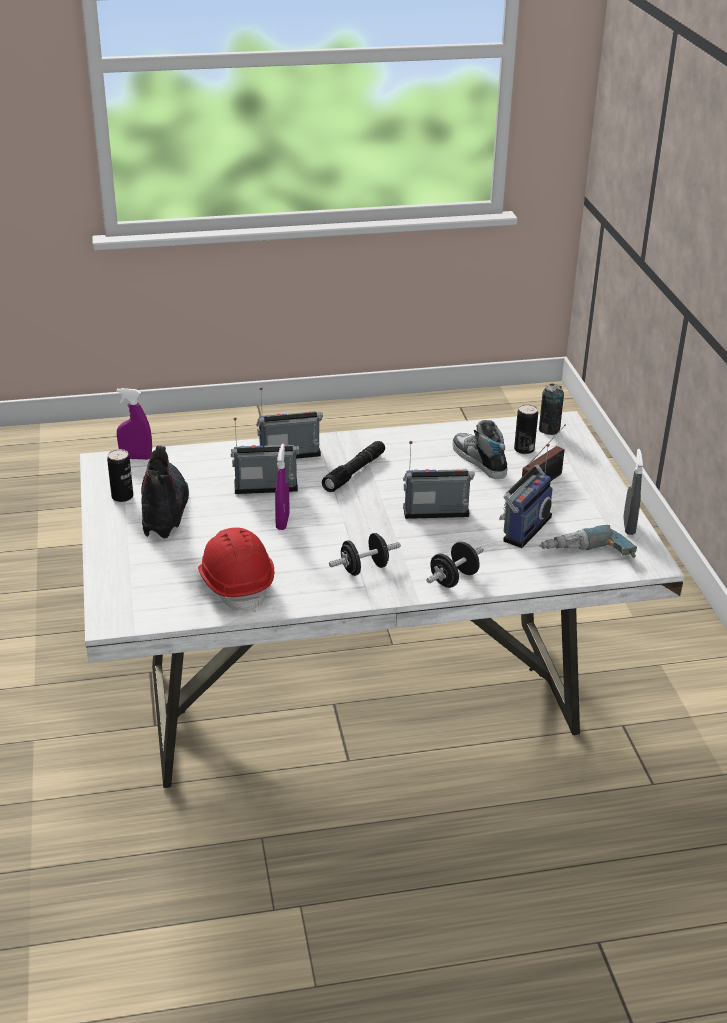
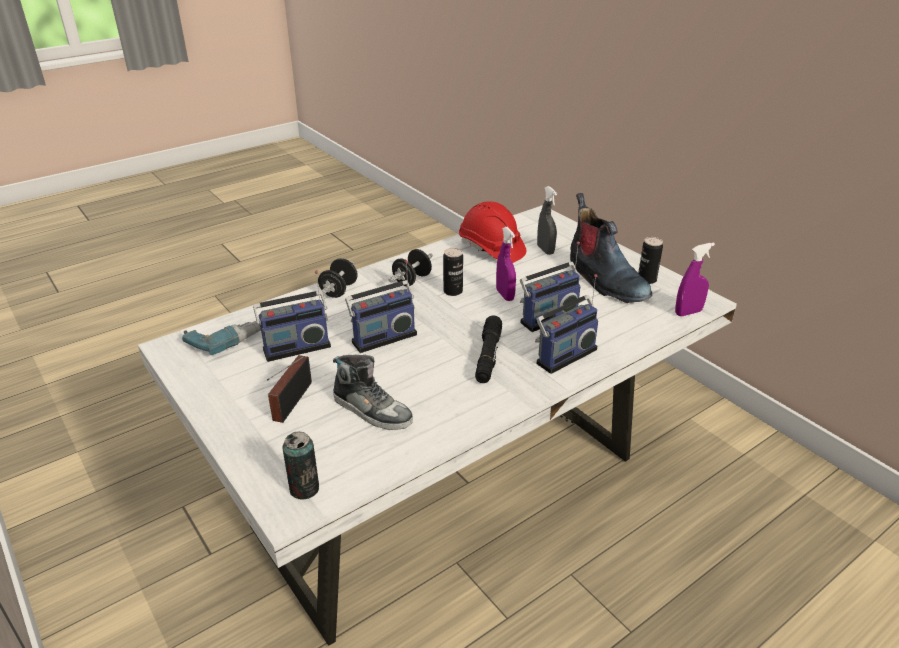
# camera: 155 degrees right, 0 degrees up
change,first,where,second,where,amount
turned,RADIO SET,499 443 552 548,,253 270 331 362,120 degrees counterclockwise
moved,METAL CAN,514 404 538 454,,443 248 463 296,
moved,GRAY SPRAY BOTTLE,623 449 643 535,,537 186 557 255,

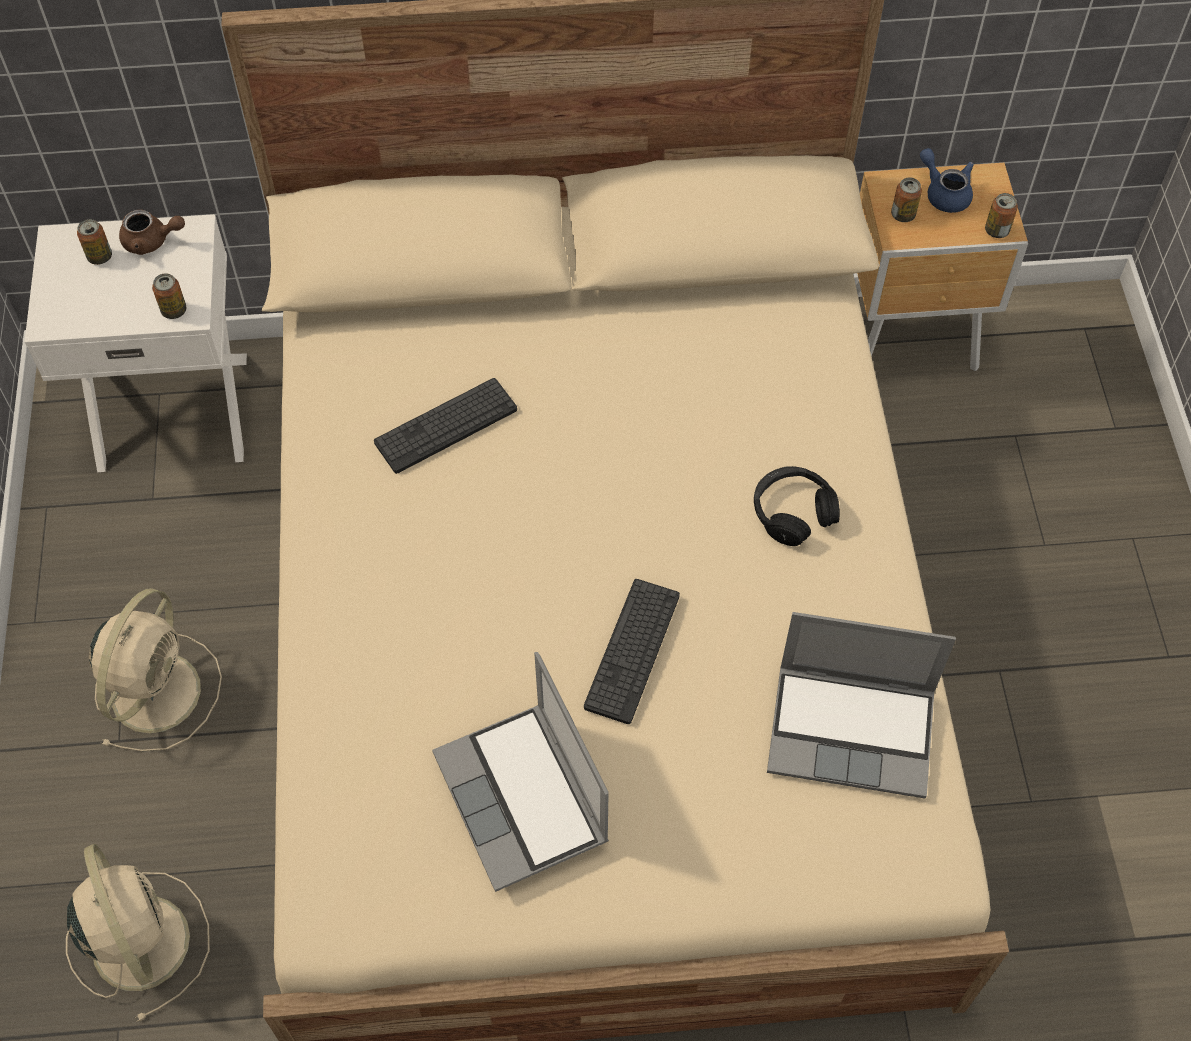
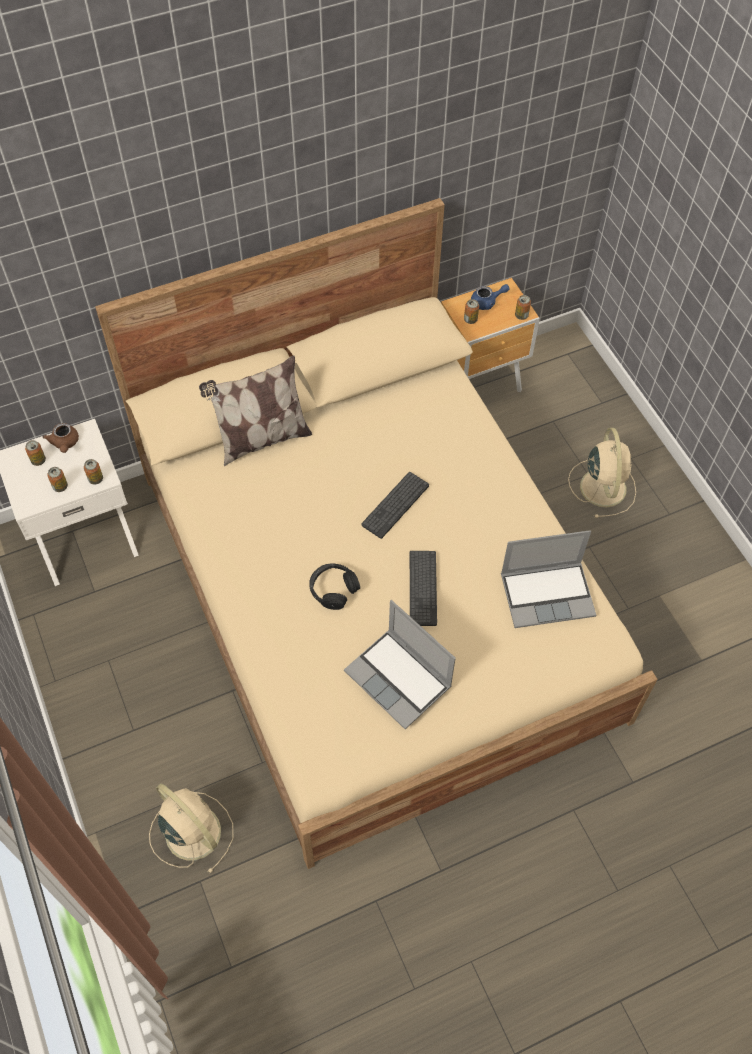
# camera: 20 degrees left, 0 degrees up
change,first,where,second,where,amount
turned,BROWN-COLOURED TEA POT,119 210 185 255,,43 423 79 453,90 degrees clockwise
added,,,METAL CAN,48 467 68 492,
added,,,THROW PILLOW,199 355 312 466,
moved,BLACK-COLOURED HEADSET,754 466 840 546,,309 563 360 610,
moved,COMPUTER KEYBOARD,374 378 517 474,,361 472 429 539,
turned,BLUE TEA POT,920 148 974 213,,471 284 510 310,135 degrees clockwise
moved,SAND-COLOURED ELECTRIC FAN,88 588 222 752,,568 428 636 518,

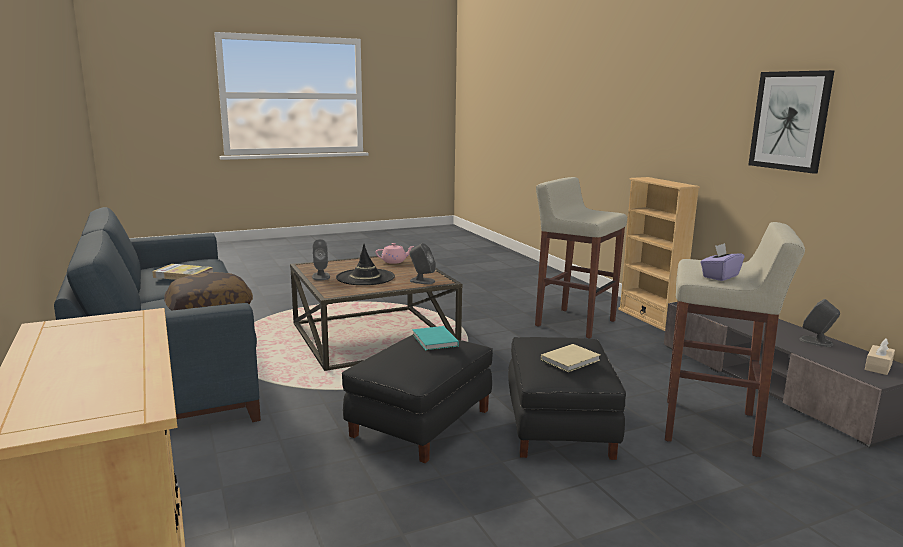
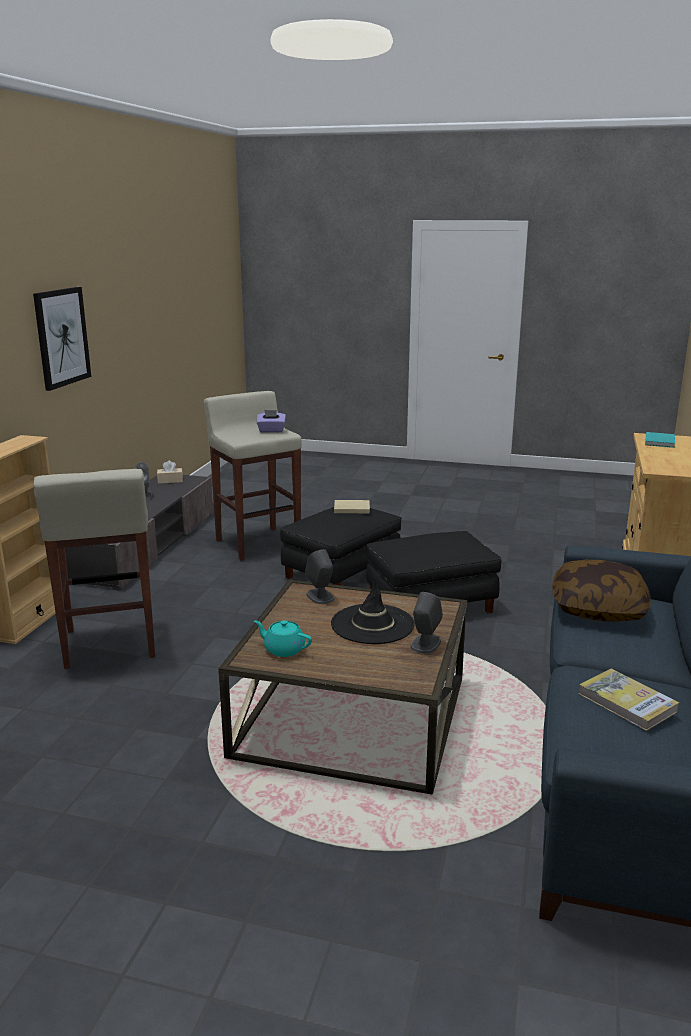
# camera: 140 degrees left, 5 degrees up
change,first,where,second,where,amount
recoloured,PINKISH TEA POT,375 243 414 264,BLUE-GREEN TEA POT,254 620 312 657,
moved,BLUE-GREEN VOLUME,413 326 459 351,,645 432 675 448,

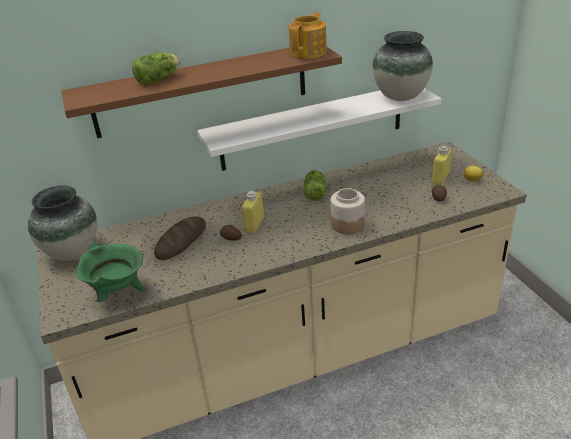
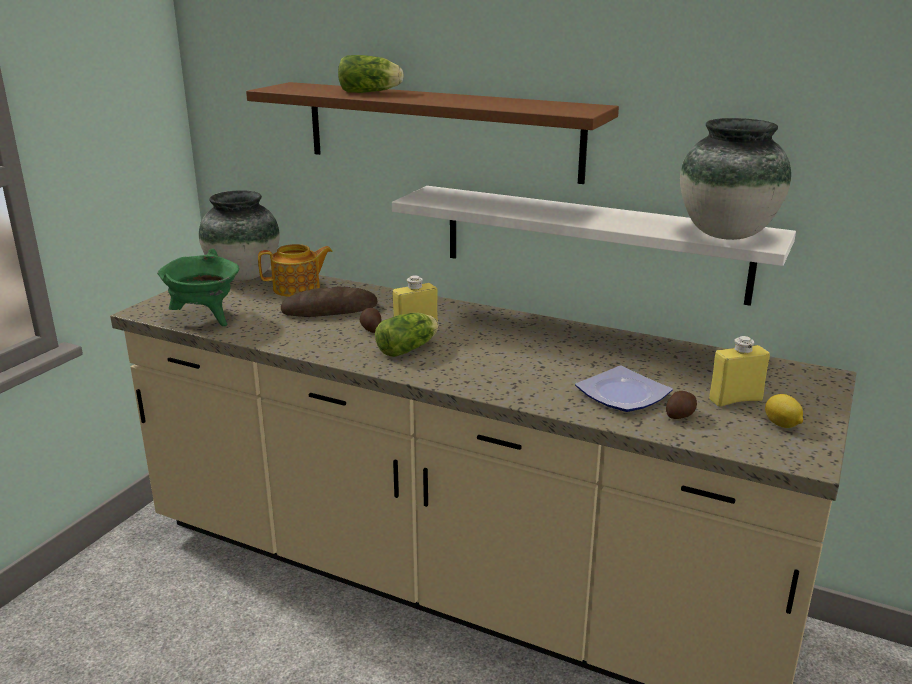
# camera: 45 degrees right, 10 degrees down
change,first,where,second,where,amount
moved,TEA POT,289 12 327 59,,258 244 333 297,
moved,HEAD OF LETTUCE,304 170 327 201,,375 313 439 357,
added,,,PLATE,575 366 673 412,
removed,JAR,330 188 365 234,,,

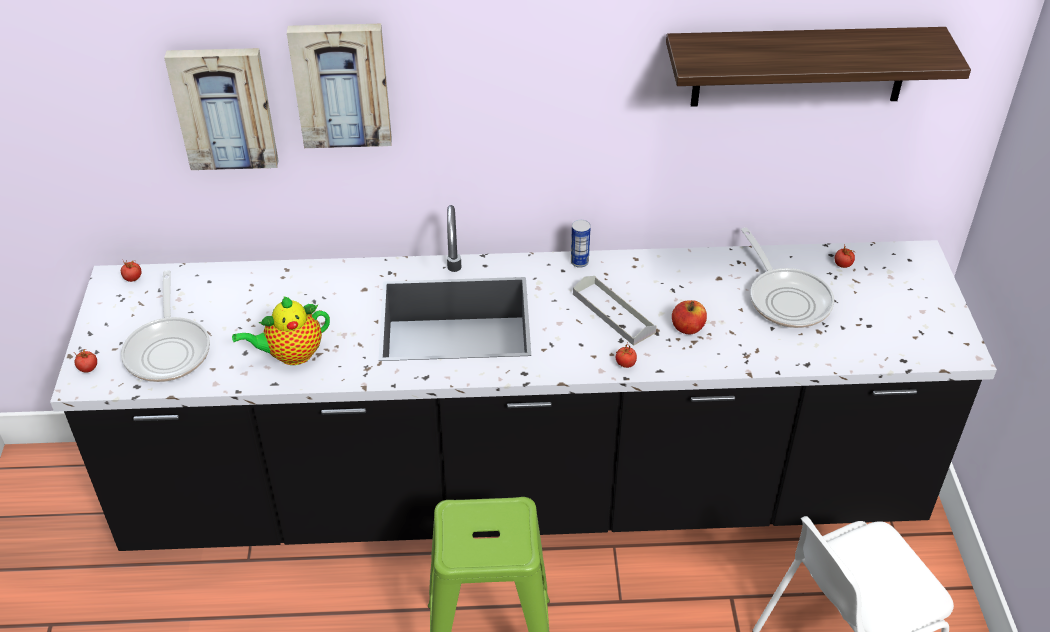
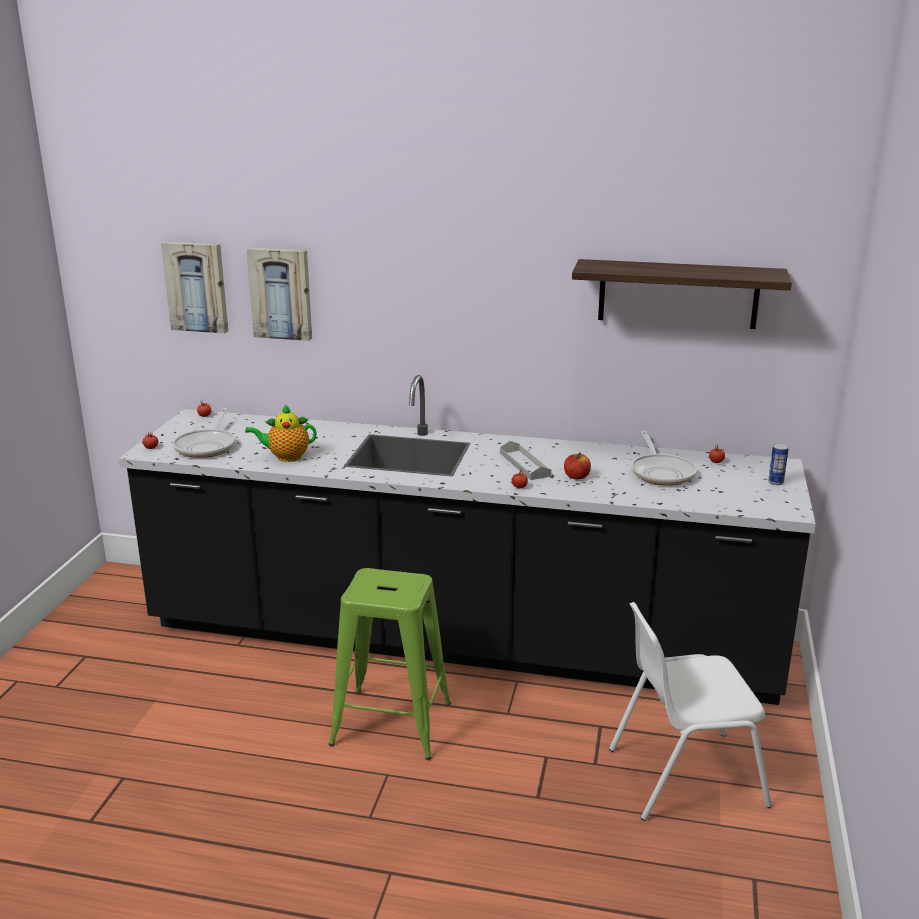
# camera: 15 degrees right, 20 degrees down
change,first,where,second,where,amount
moved,PICTURE,287 24 392 148,,161 242 228 333,
moved,METAL CAN,571 220 591 268,,768 443 789 485,

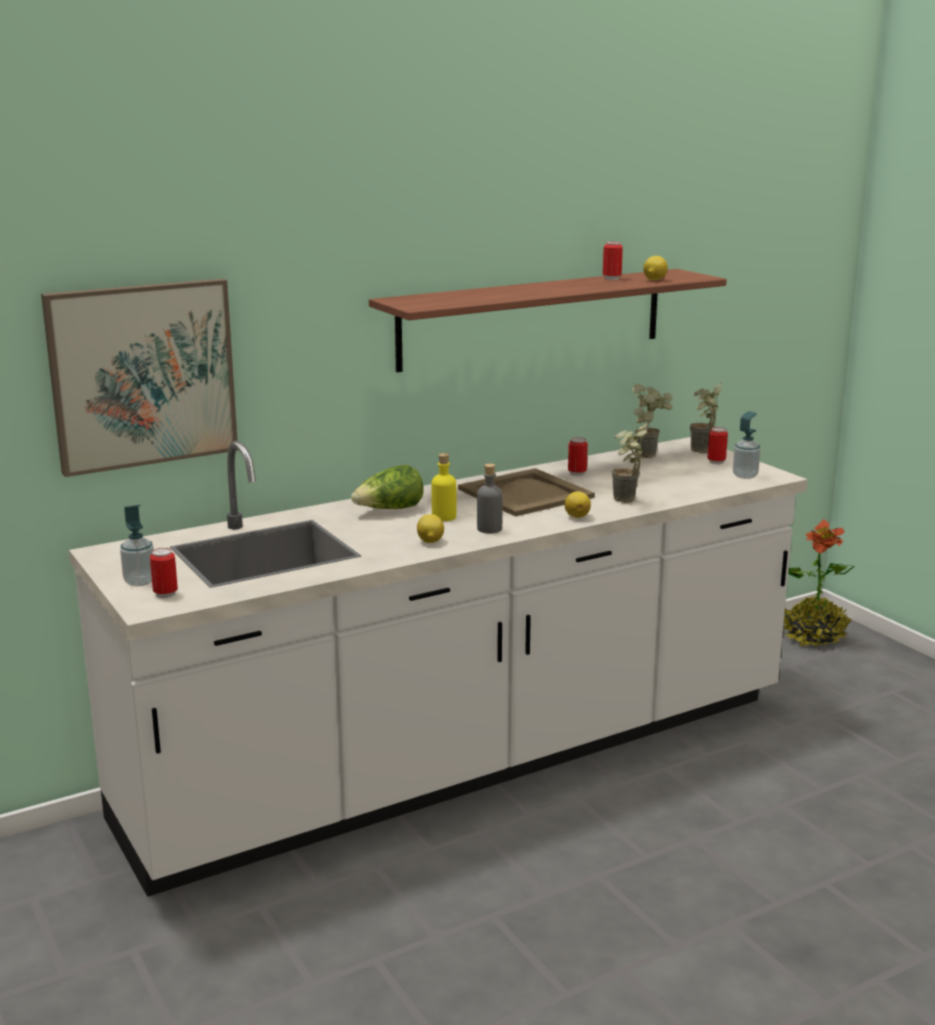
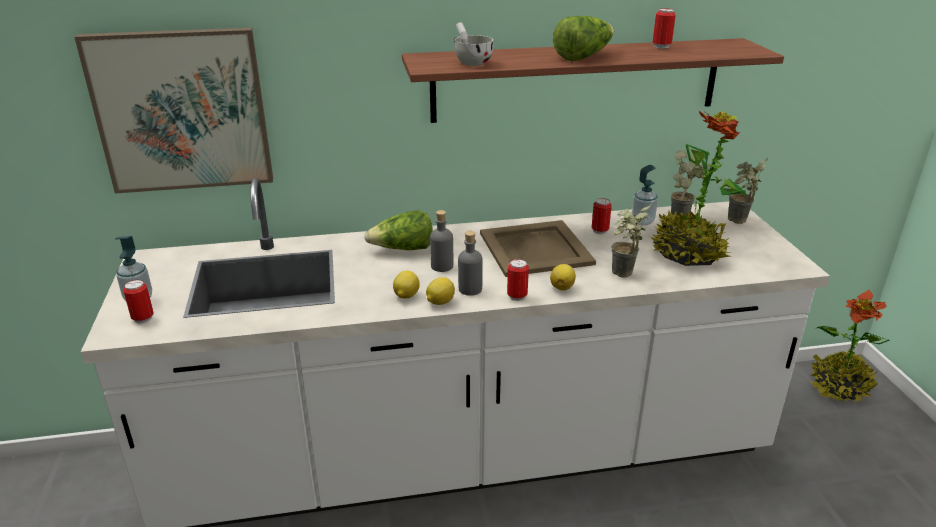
# camera: 20 degrees right, 10 degrees up
change,first,where,second,where,amount
moved,CITRUS FRUIT,643 256 668 281,,426 277 455 305,
recoloured,YELLOWISH BOTTLE,431 453 456 521,GRAY BOTTLE,430 210 453 272,
added,,,WHITE SMALL CUP,454 22 493 66,
moved,METAL CAN,707 427 728 464,,507 259 529 301,
added,,,HEAD OF LETTUCE,553 16 614 61,
moved,LIQUID SOAP BOTTLE,733 411 761 479,,632 165 658 226,
added,,,POTTED PLANT,651 111 746 266,

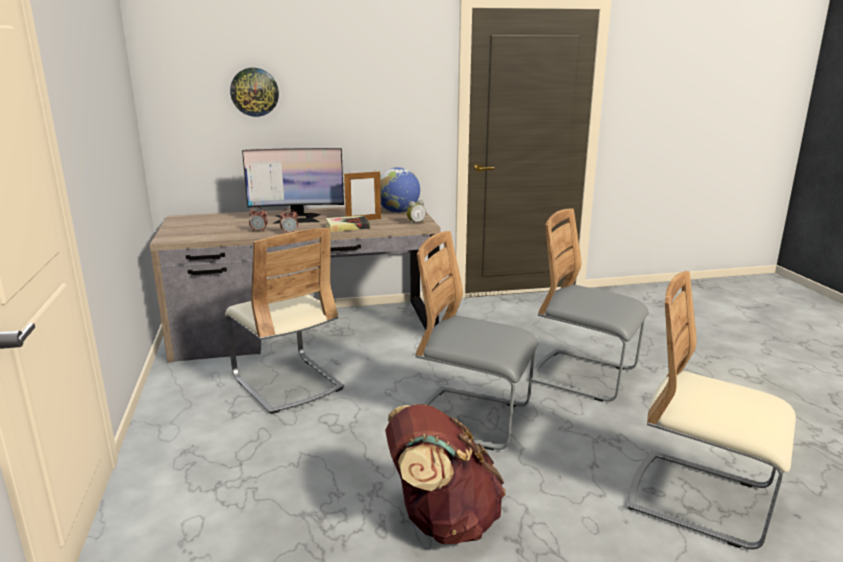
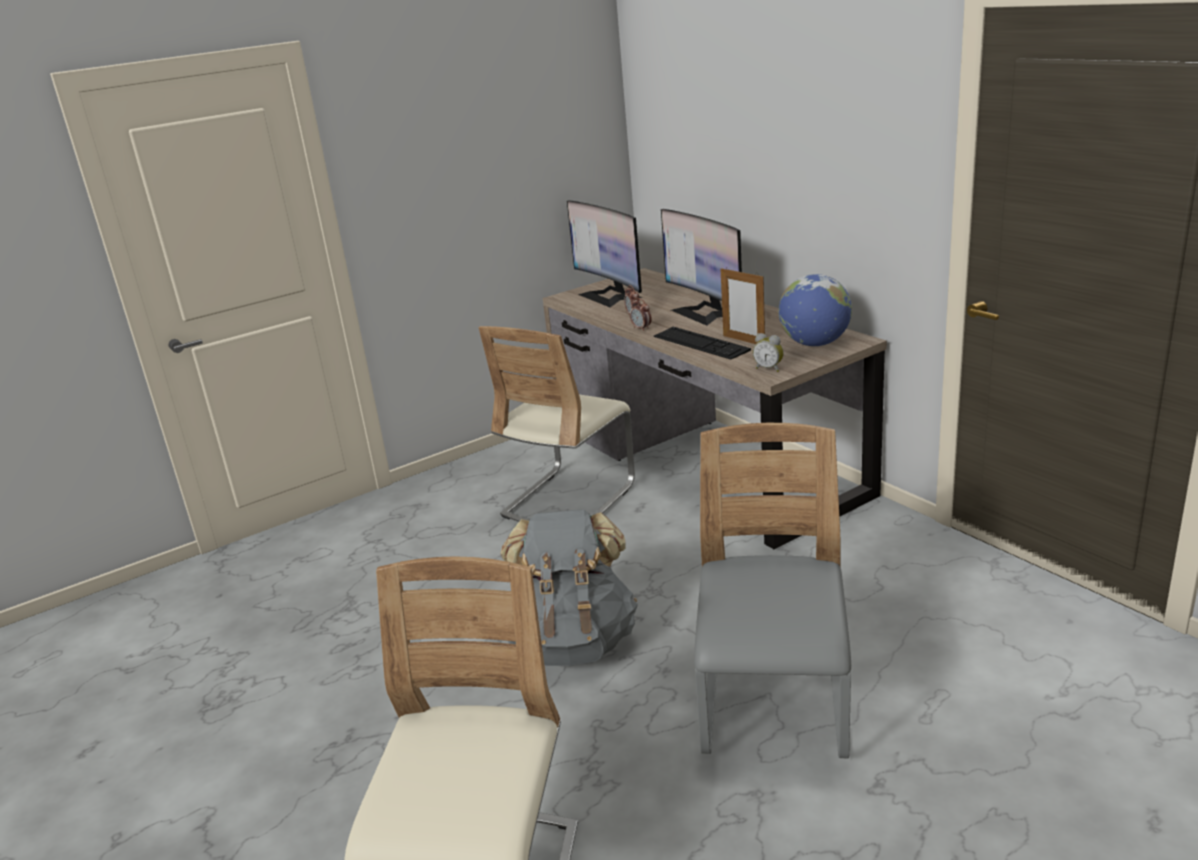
# camera: 70 degrees right, 5 degrees up
change,first,where,second,where,amount
replaced,GRAY UPRIGHT CHAIR,415 231 538 450,GRAY KNAPSACK,501 509 638 666,
added,,,MONITOR,567 200 642 307,
replaced,VOLUME,326 216 370 232,COMPUTER KEYBOARD,654 327 751 360,
removed,HANGING CLOCK,230 68 279 117,,,
removed,BROWN-COLOURED KNAPSACK,385 404 506 544,,,

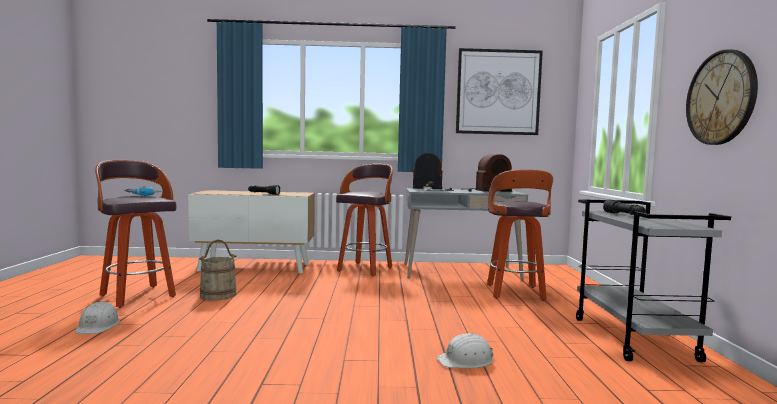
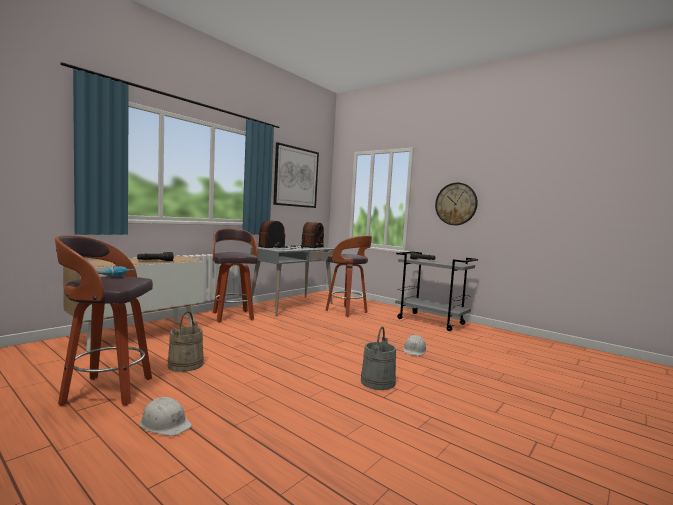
# camera: 50 degrees left, 0 degrees up
change,first,where,second,where,amount
added,,,GRAY BUCKET,361 326 396 390,

